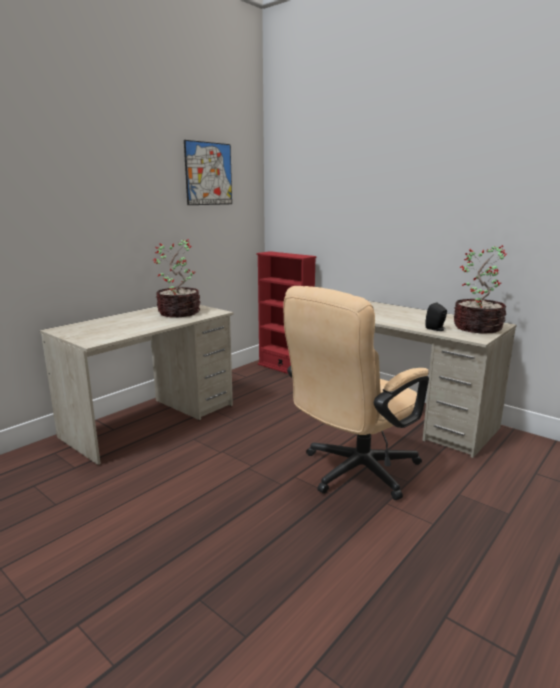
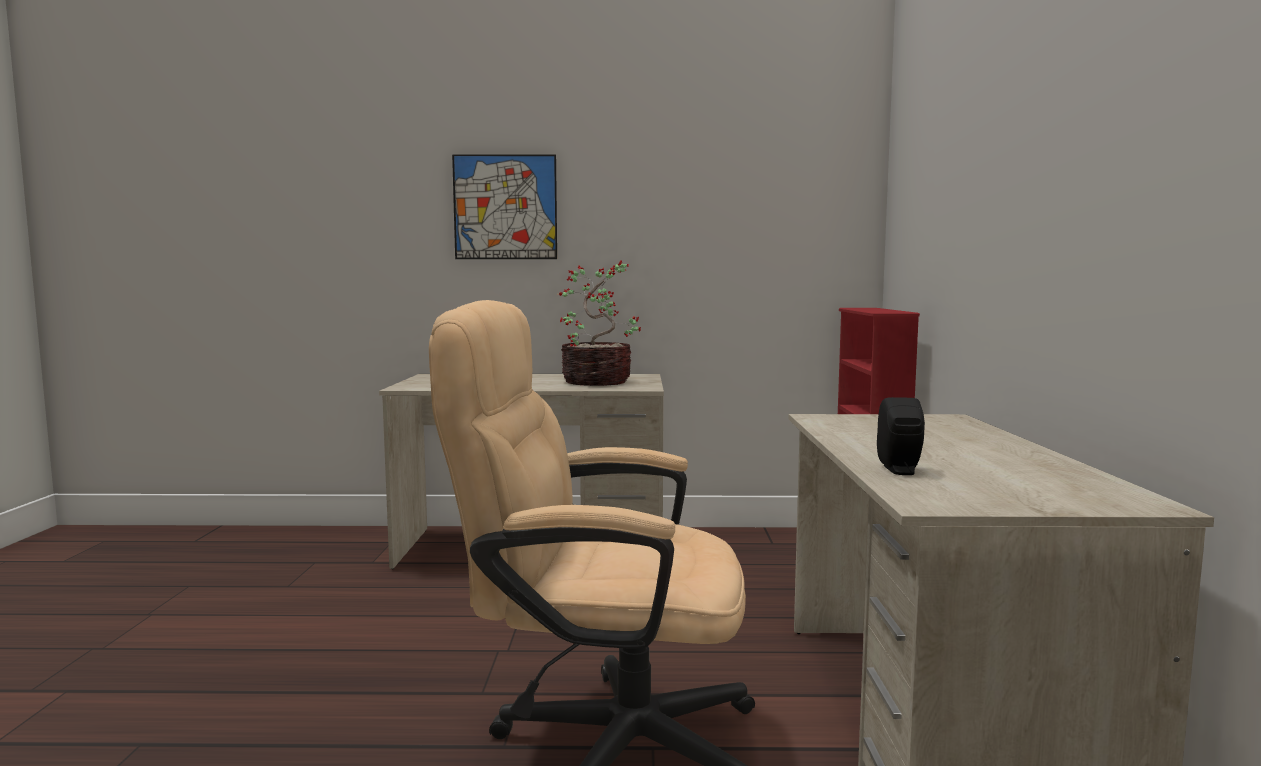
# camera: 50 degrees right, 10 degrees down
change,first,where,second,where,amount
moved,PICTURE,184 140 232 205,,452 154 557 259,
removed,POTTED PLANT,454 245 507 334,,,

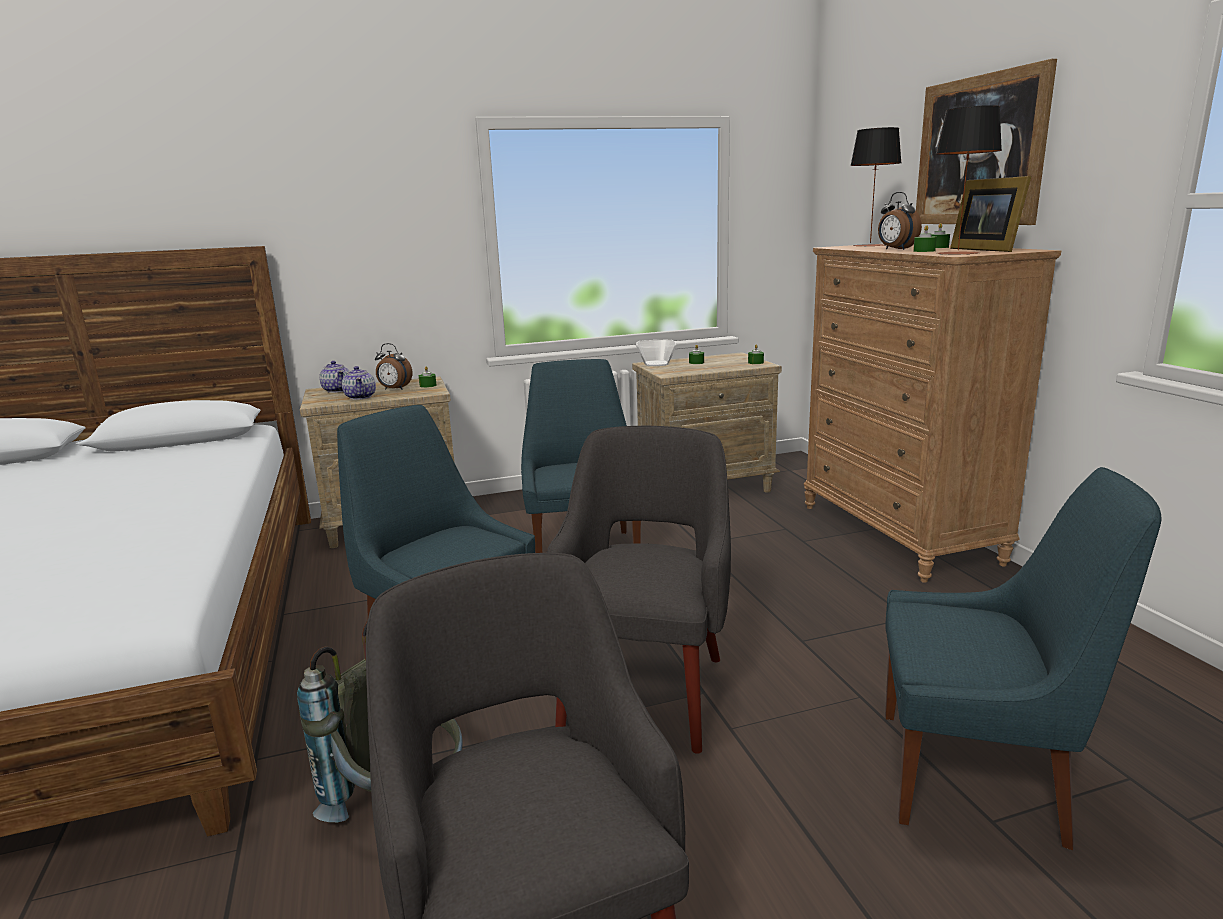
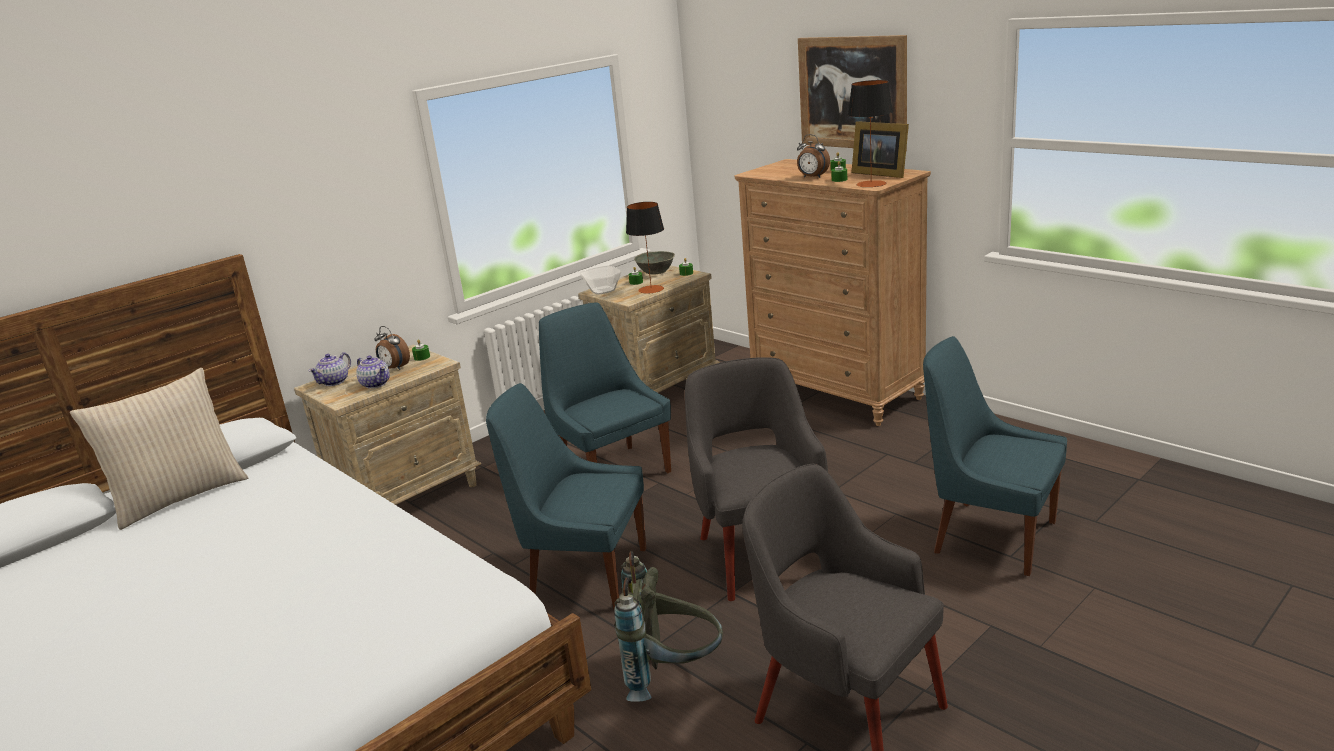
# camera: 25 degrees left, 5 degrees up
change,first,where,second,where,amount
added,,,SAND-COLOURED THROW PILLOW,70 368 249 530,
turned,TEA POT,319 361 349 393,,309 352 351 386,90 degrees clockwise
turned,TABLE CLOCK,375 343 412 390,,374 326 410 370,45 degrees clockwise
moved,TABLETOP LAMP,850 127 902 247,,626 202 664 294,
added,,,GRAY BOWL,634 251 675 275,
turned,BLUE UPRIGHT CHAIR,885 467 1161 850,,923 336 1067 576,135 degrees counterclockwise

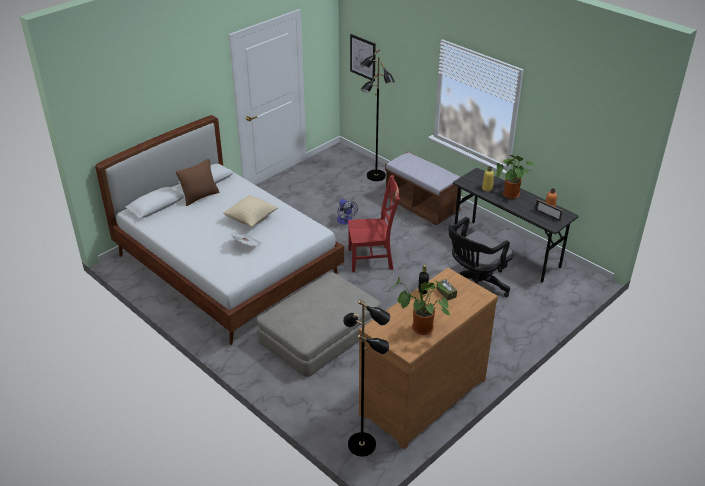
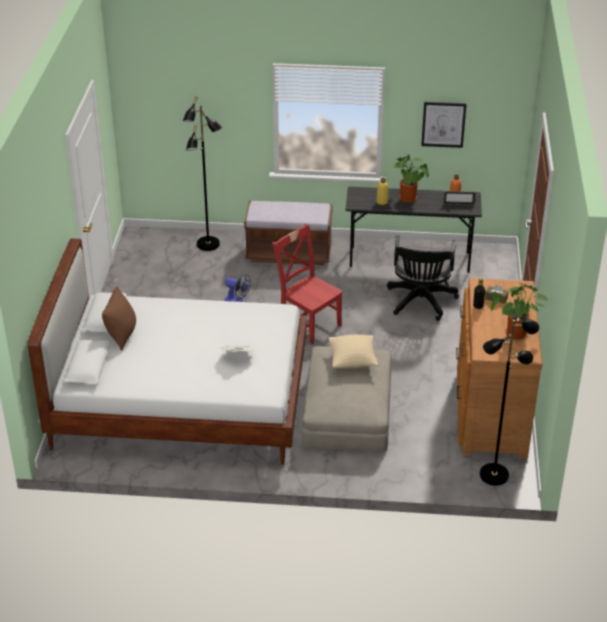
# camera: 40 degrees left, 0 degrees up
change,first,where,second,where,amount
turned,RED-COLOURED UPRIGHT CHAIR,348 175 400 272,,272 223 343 344,90 degrees counterclockwise
moved,SAND-COLOURED THROW PILLOW,223 195 278 227,,328 335 378 368,
moved,PICTURE,350 34 376 81,,421 102 467 148,

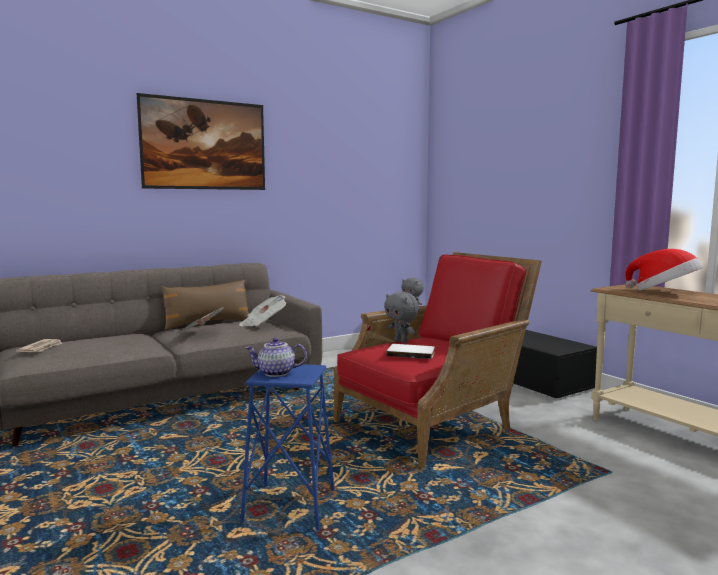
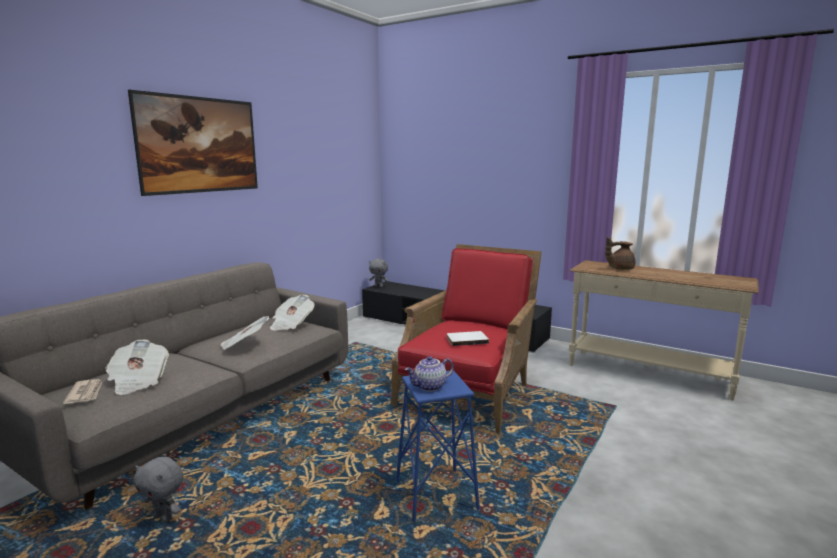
# camera: 25 degrees left, 5 degrees up
change,first,where,second,where,amount
added,,,DAILY PAPER,105 339 169 395,
moved,GRAY CUDDLY TOY,384 292 419 343,,134 457 184 522,
replaced,WEARABLE HAT,625 249 703 291,BROWN-COLOURED TEA POT,605 237 635 270,
removed,BROWN-COLOURED THROW PILLOW,161 280 249 330,,,

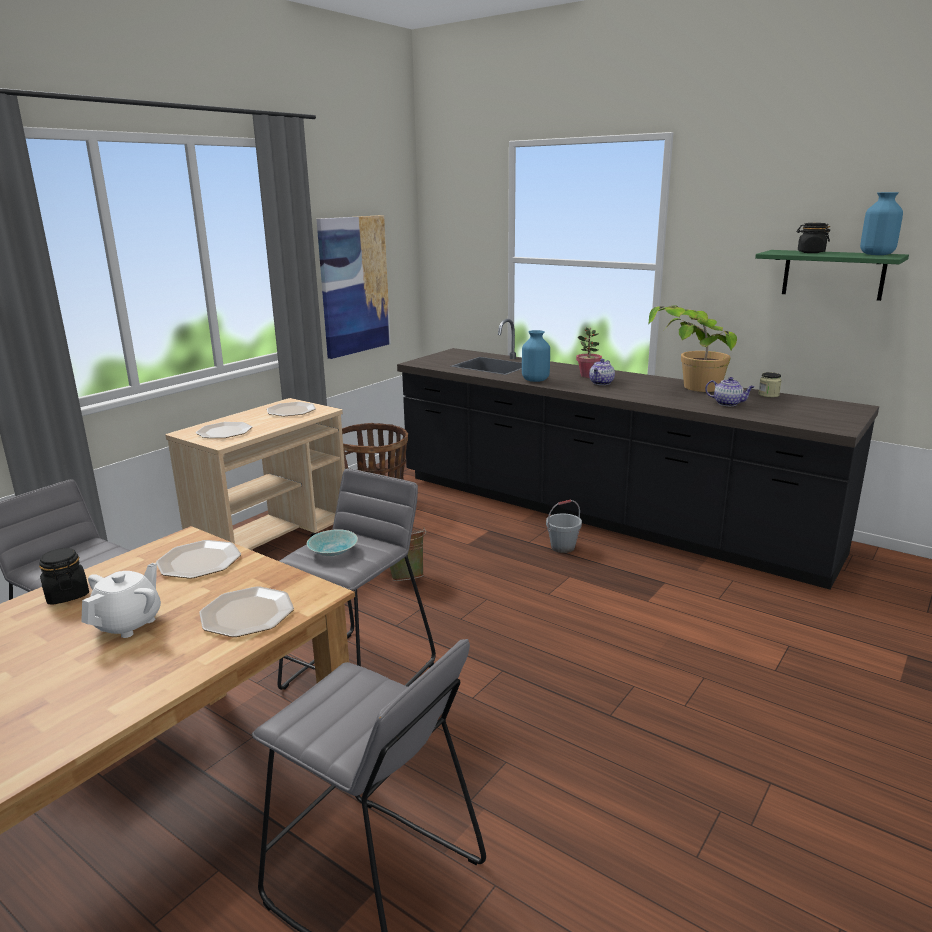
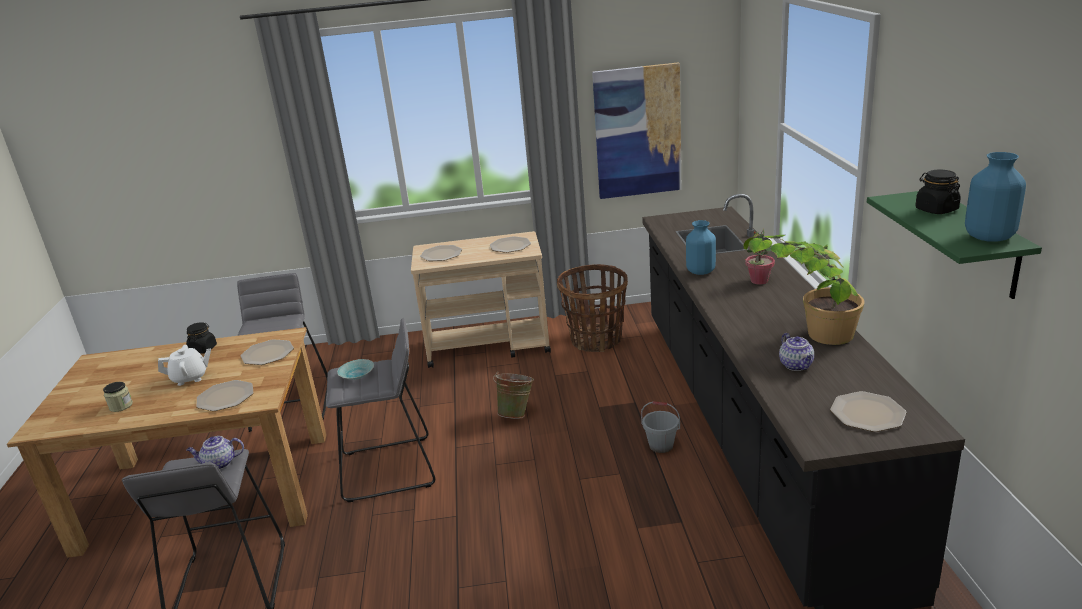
# camera: 50 degrees right, 5 degrees up
change,first,where,second,where,amount
moved,JAR,758 372 782 397,,103 382 133 412,
moved,TEA POT,589 359 615 385,,186 436 244 469,
added,,,PLATE,830 391 907 432,

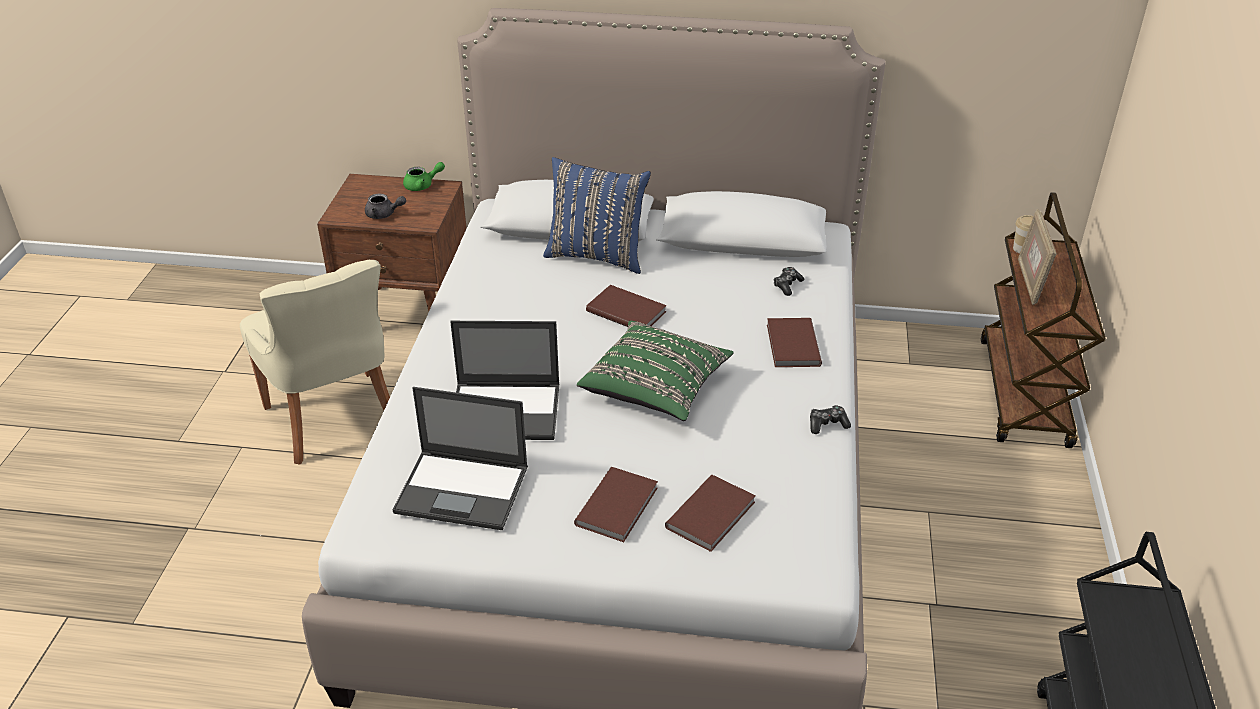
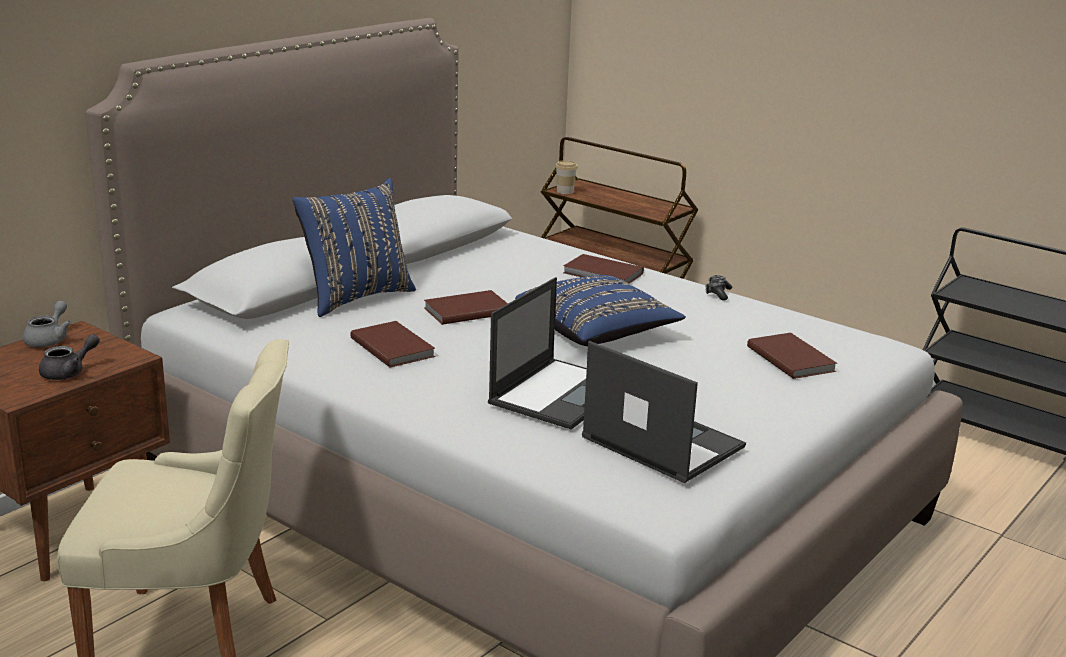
# camera: 60 degrees left, 15 degrees down
change,first,where,second,where,amount
recoloured,GREEN TEA POT,403 162 445 191,GRAY TEA POT,23 301 71 347,
moved,BROWN-COLOURED VOLUME,574 467 658 542,,350 321 435 368,
recoloured,GREEN THROW PILLOW,577 321 734 421,BLUE THROW PILLOW,515 275 686 346,
turned,NOTEBOOK COMPUTER,393 387 528 530,,582 341 746 483,90 degrees counterclockwise
removed,JOYPAD,774 267 804 296,,,
removed,PHOTO FRAME,1018 209 1057 305,,,

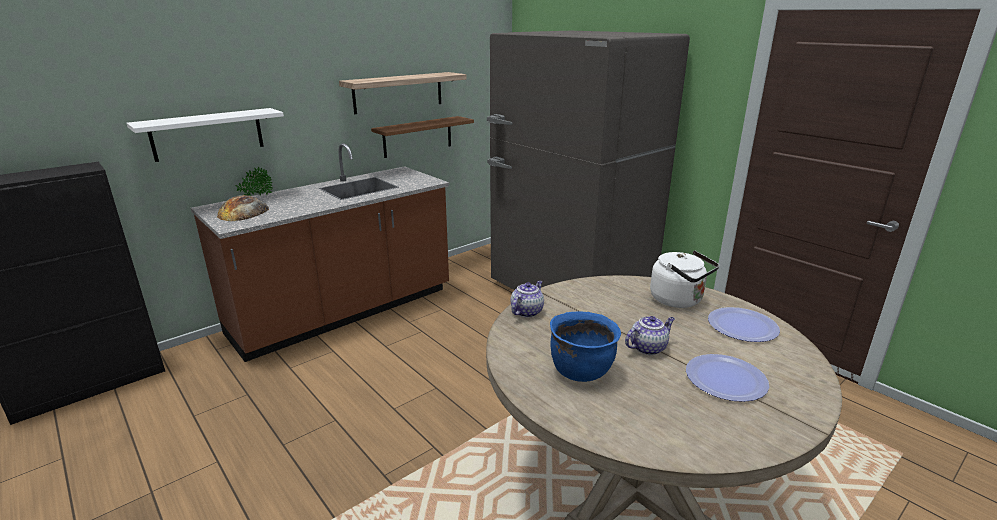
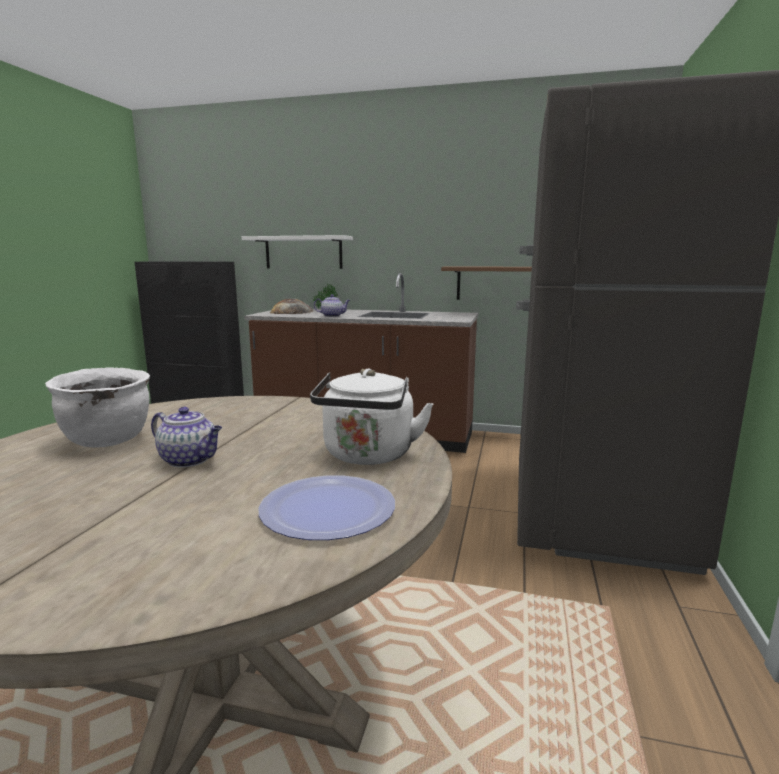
# camera: 55 degrees right, 10 degrees down
change,first,where,second,where,amount
recoloured,BLUE SAUCEPOT,550 311 621 382,WHITE SAUCEPOT,45 367 150 448,
moved,TEA POT,511 280 544 318,,314 294 350 317,
removed,BRACKET SHELF,339 72 466 114,,,
removed,PLATE,686 354 769 402,,,

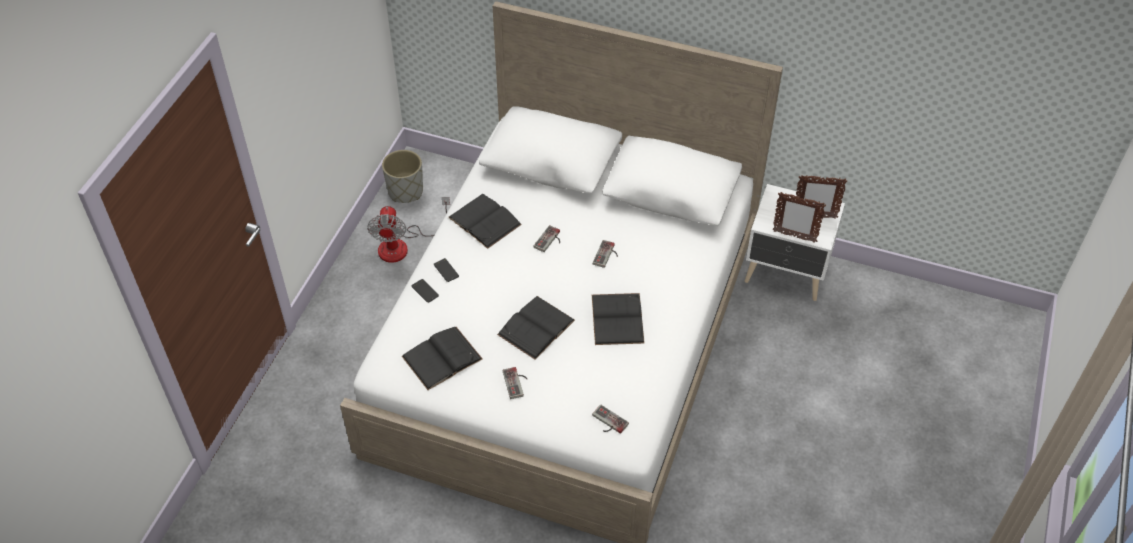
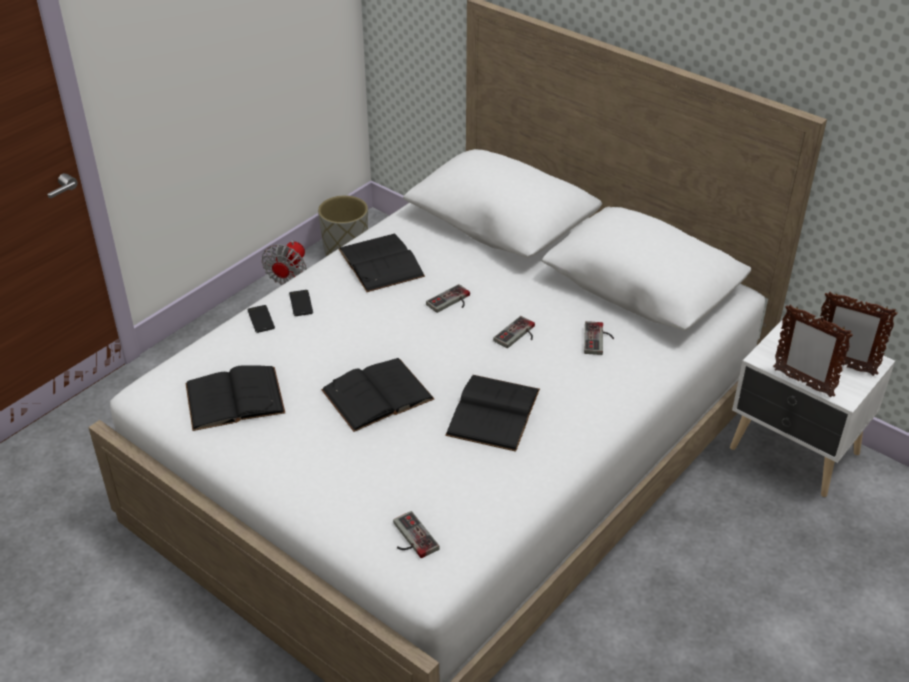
# camera: 20 degrees right, 10 degrees down
change,first,where,second,where,amount
moved,JOYPAD,503 367 528 399,,584 321 614 355,

